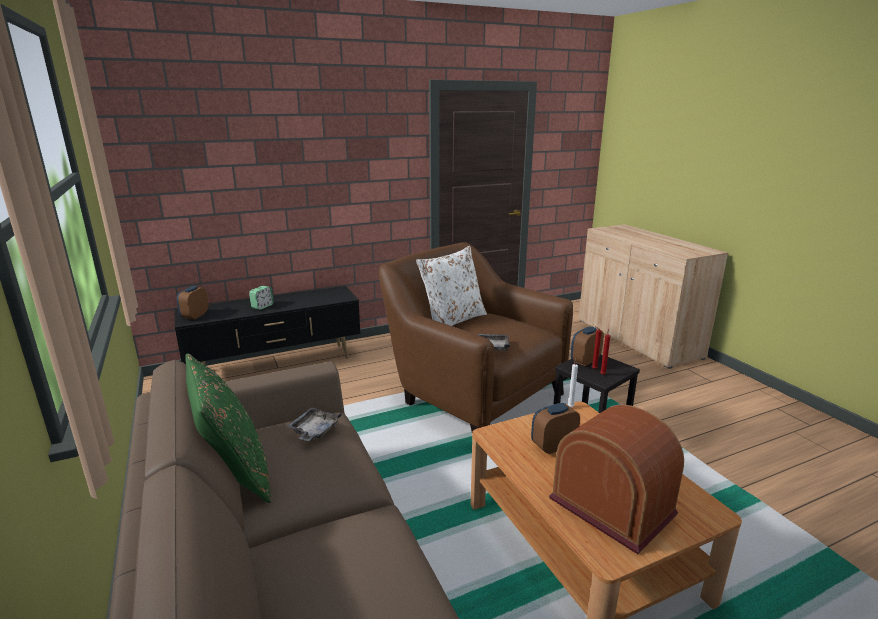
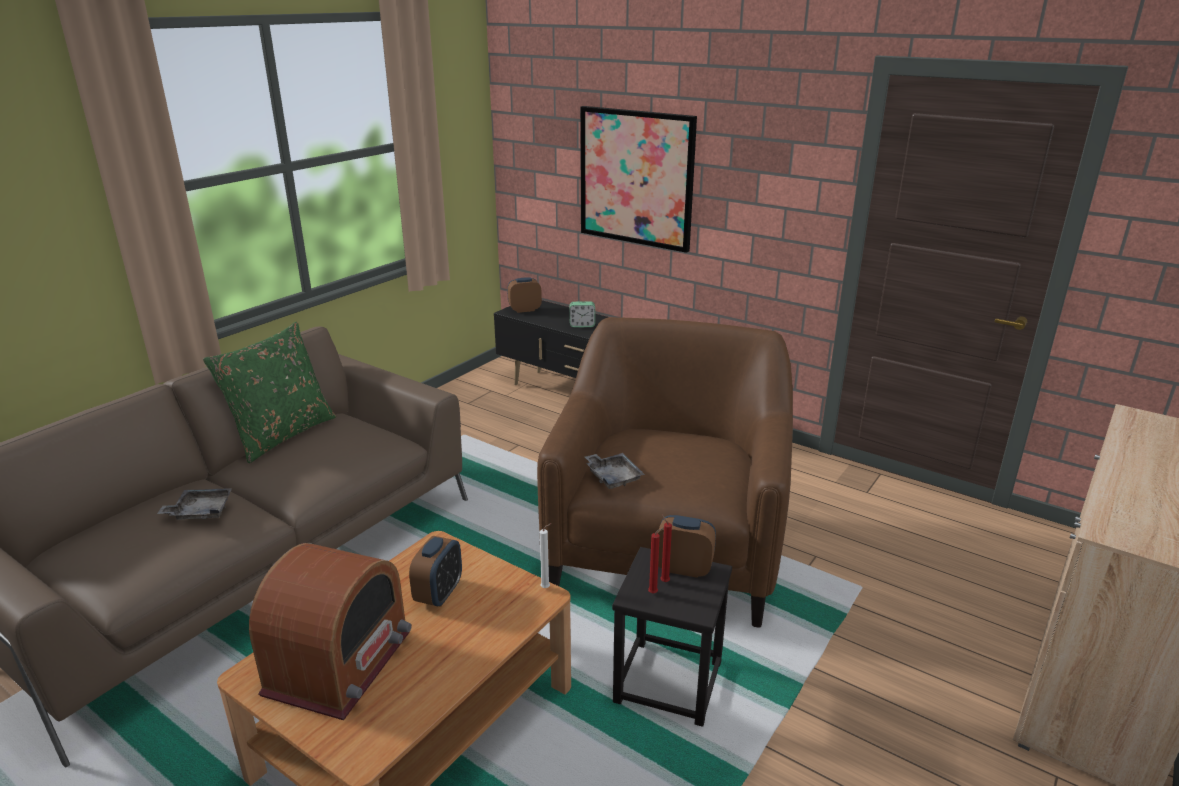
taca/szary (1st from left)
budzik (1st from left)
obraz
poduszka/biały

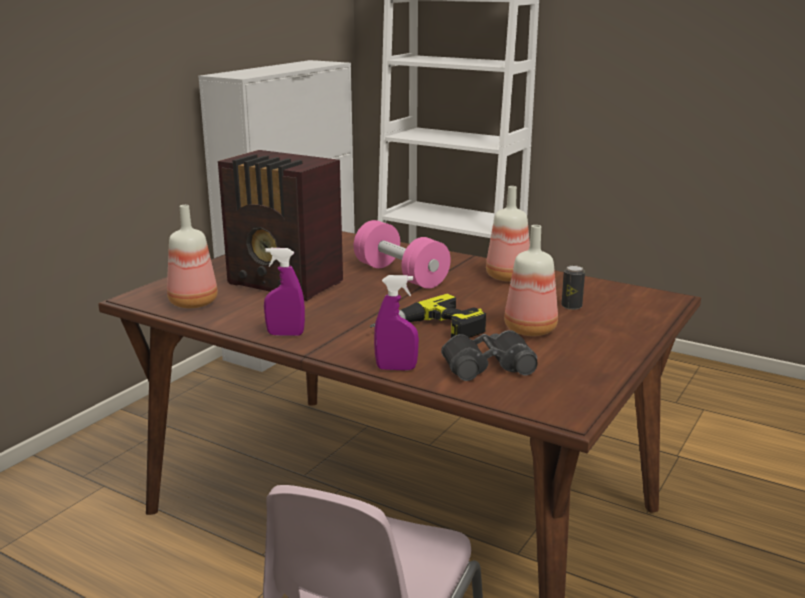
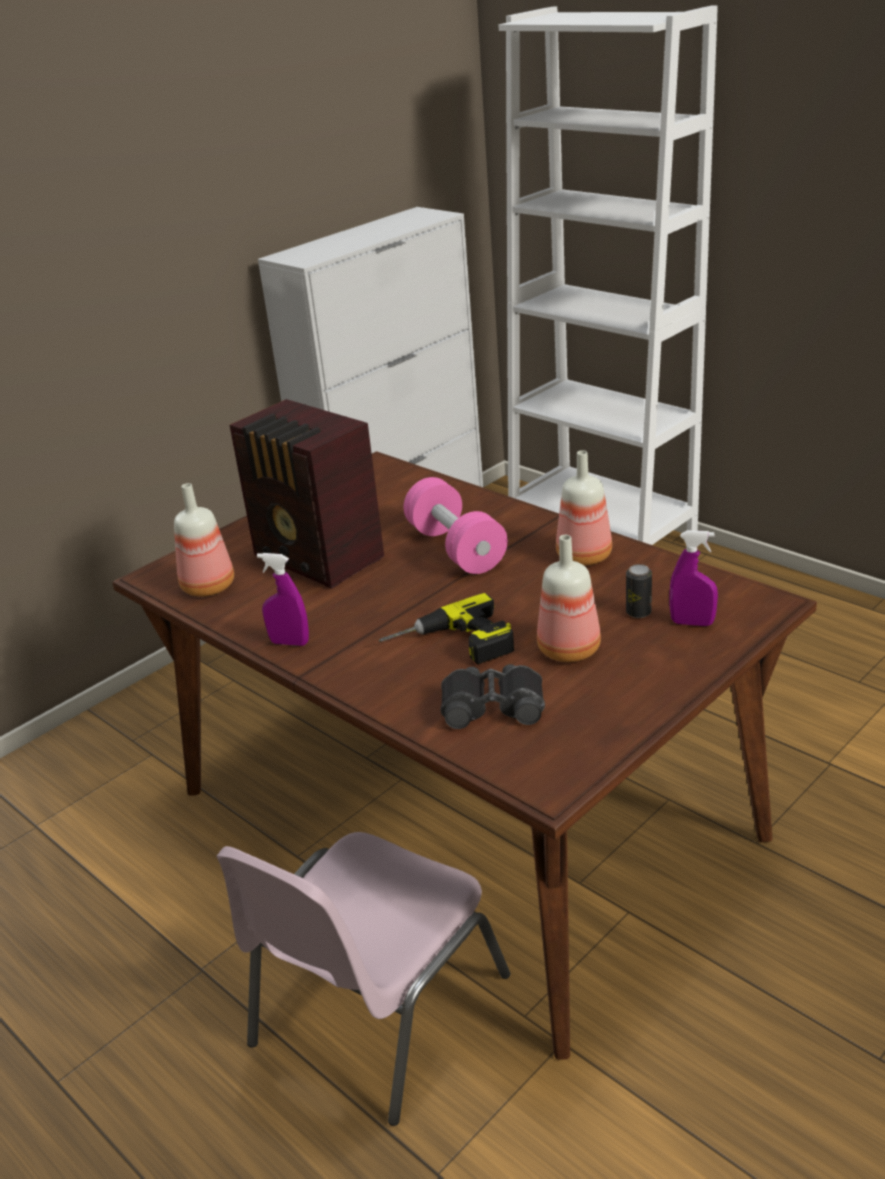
spryskiwacz/fioletowy (2nd from left)

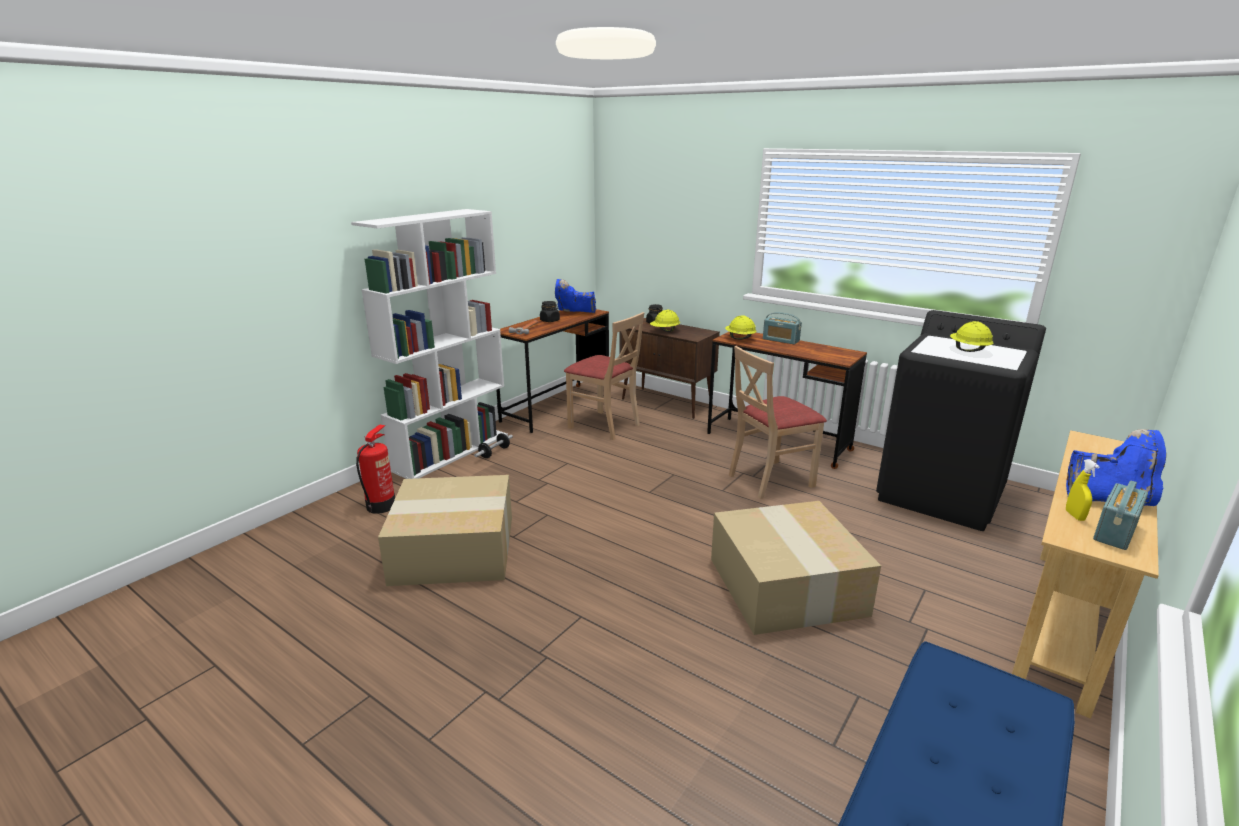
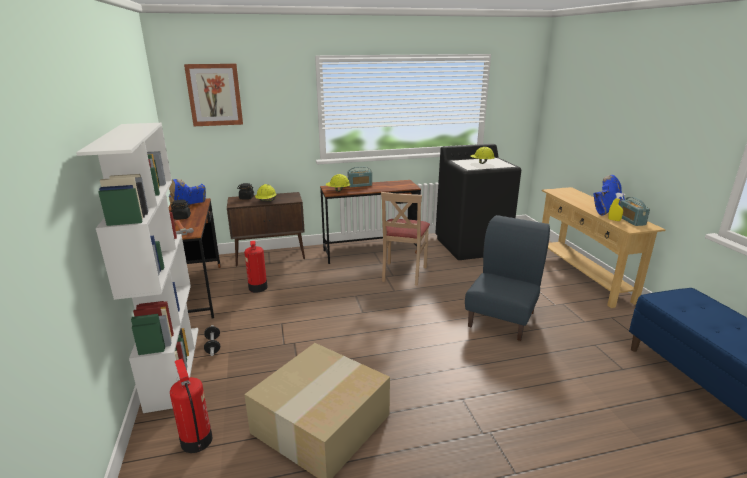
obraz
gaśnica (2nd from left)
krzesło/niebieski

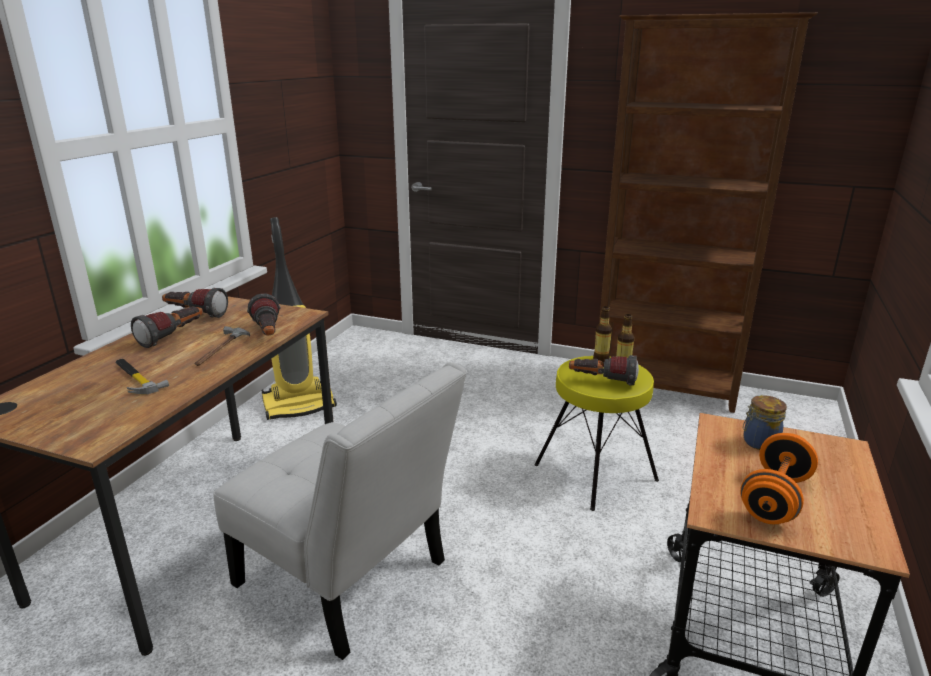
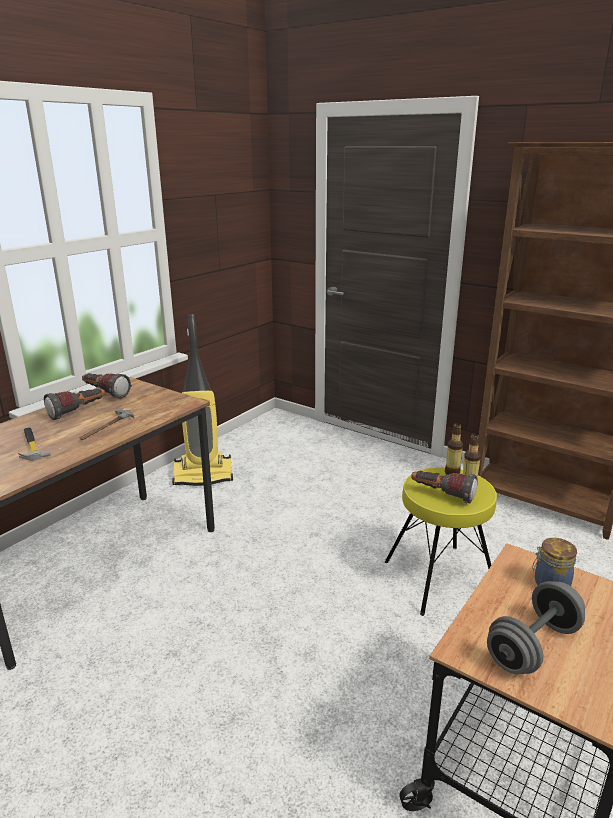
hantel/szary
krzesło/biały
latarka (3rd from left in the first image)

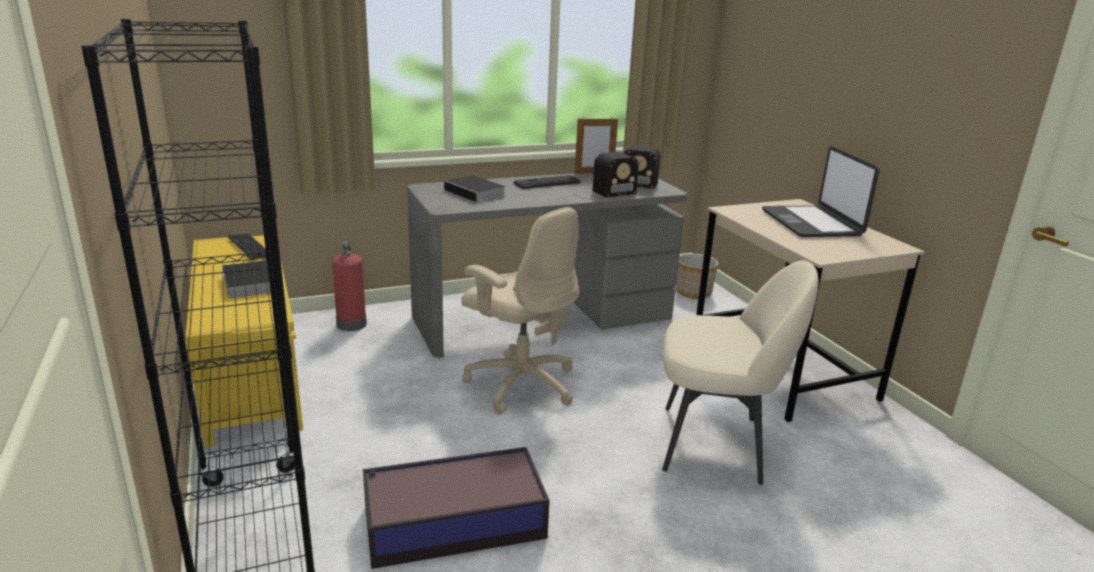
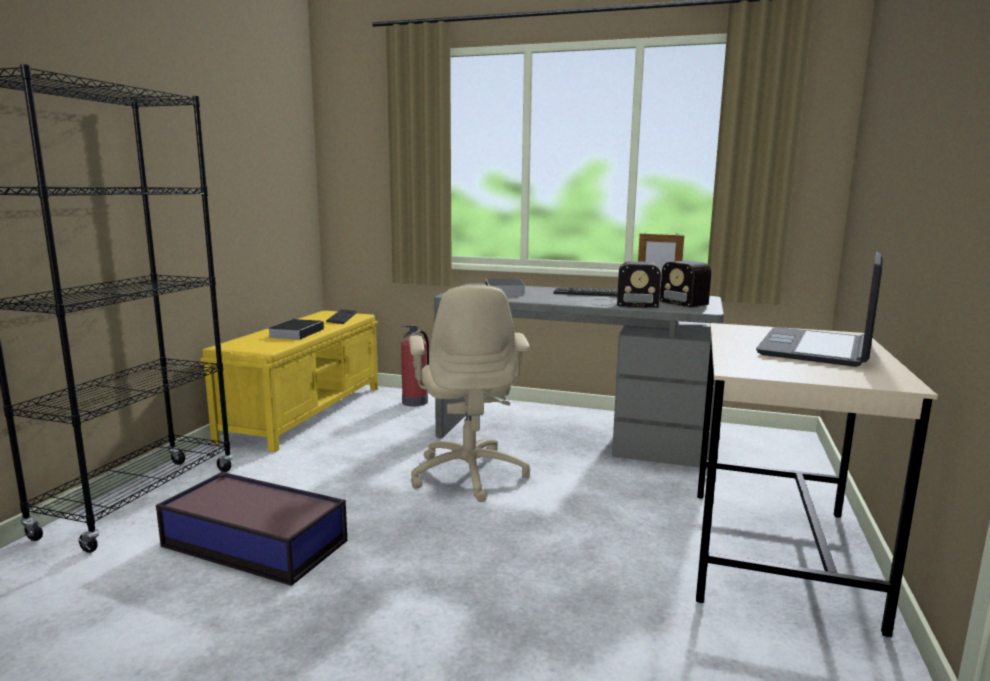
krzesło/beżowy
donica

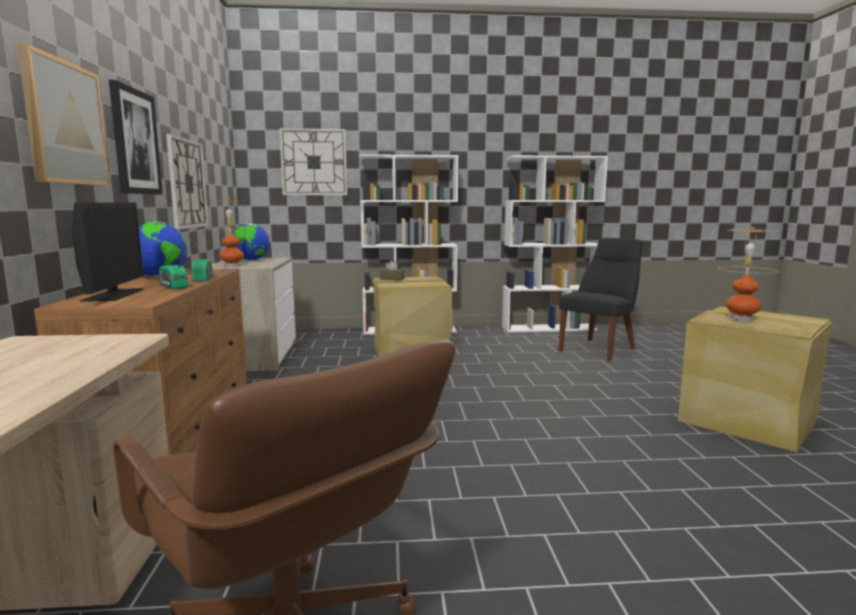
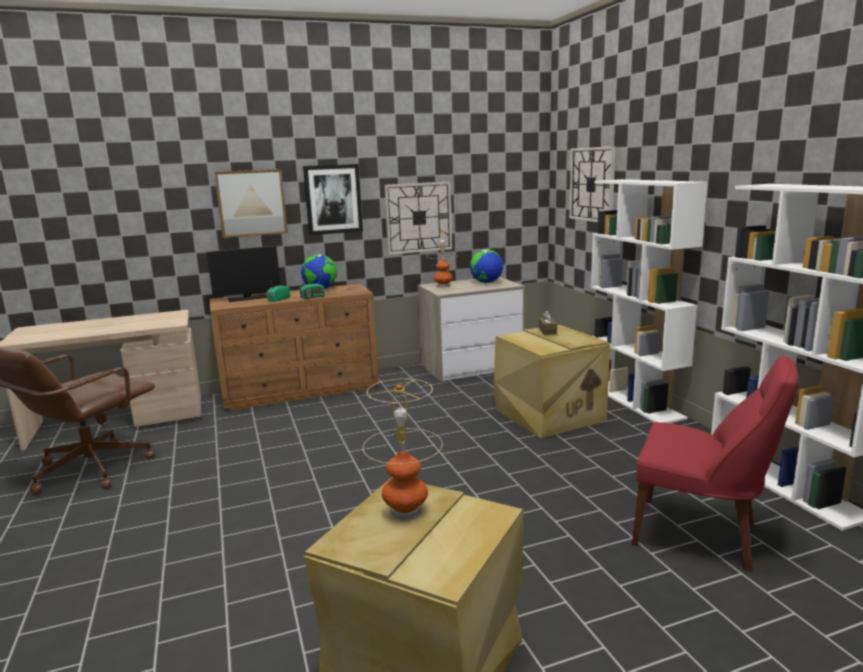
krzesło/czerwony

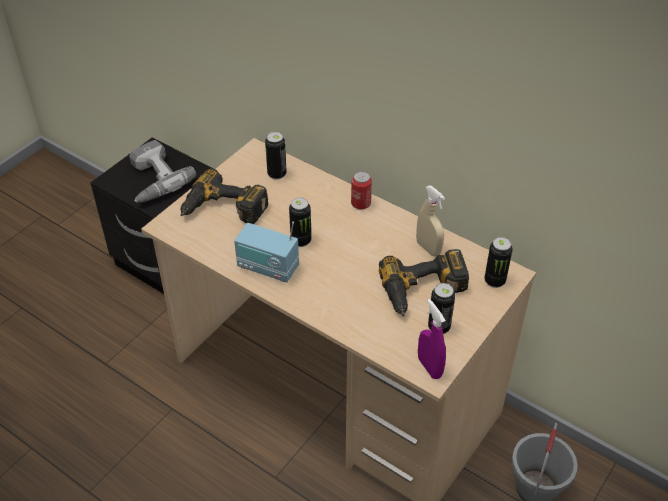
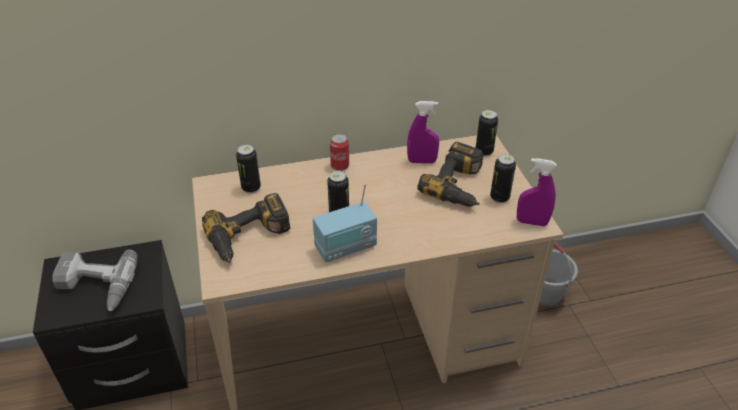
spryskiwacz/fioletowy (1st from left)

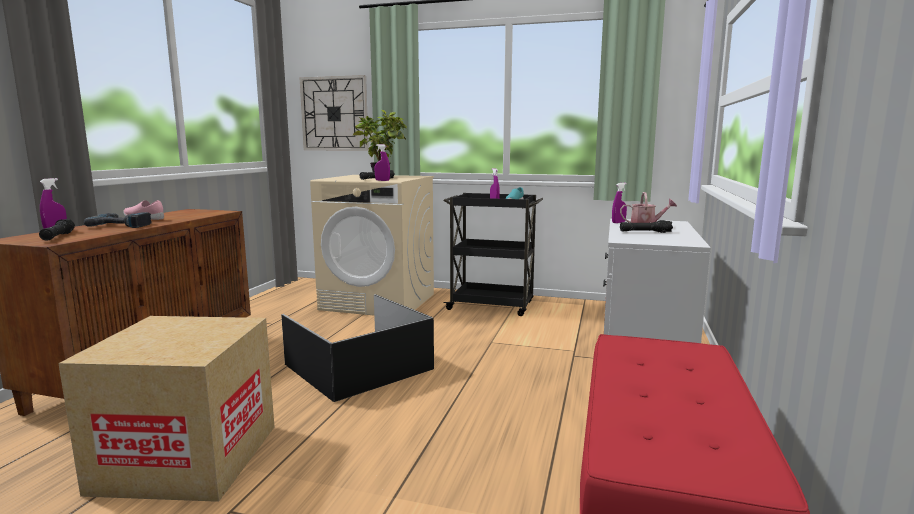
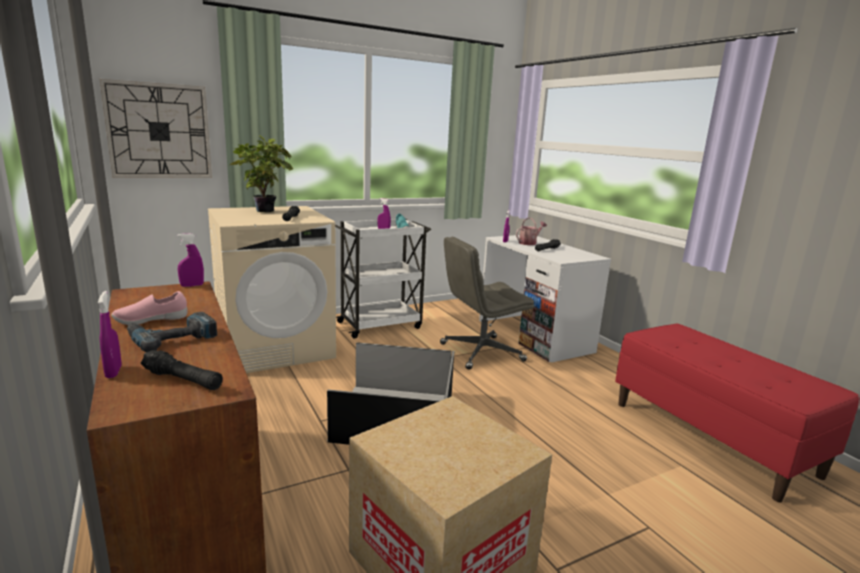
spryskiwacz/fioletowy (2nd from left)
wózek/biały
krzesło biurowe/szary

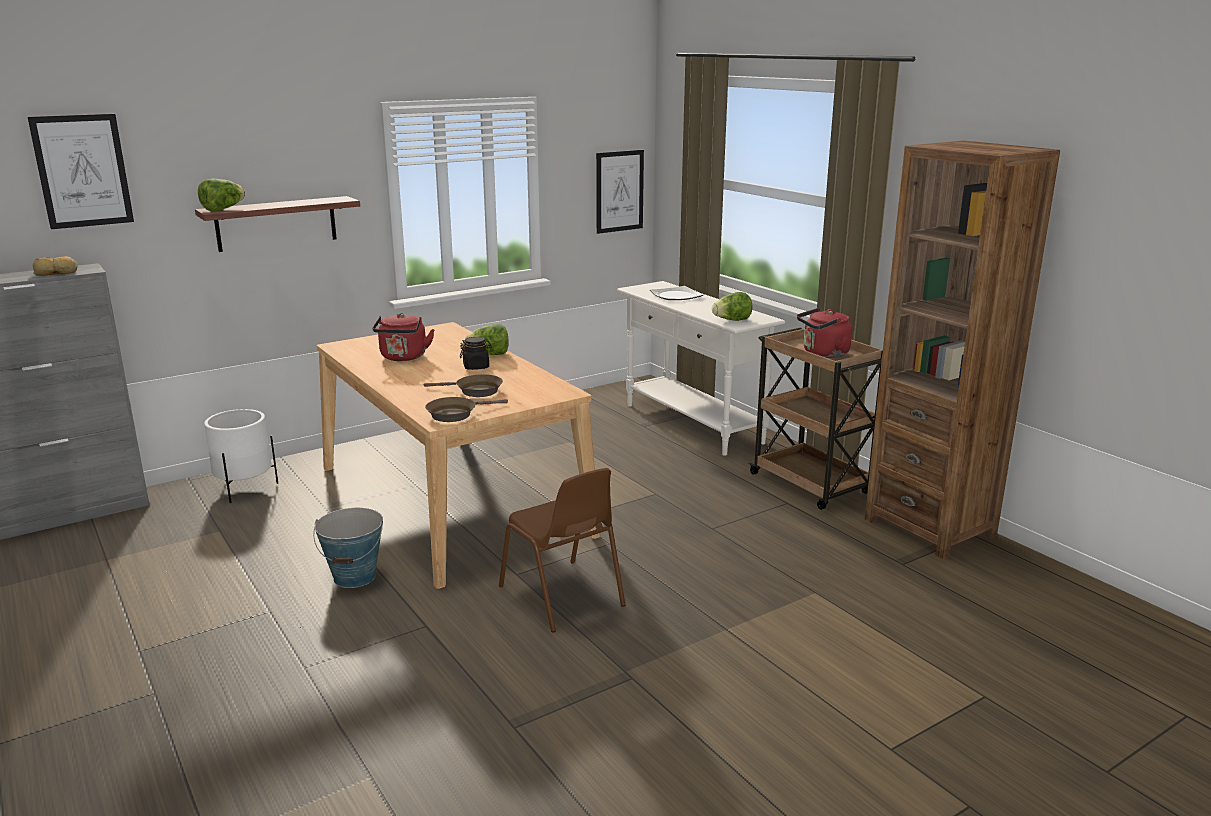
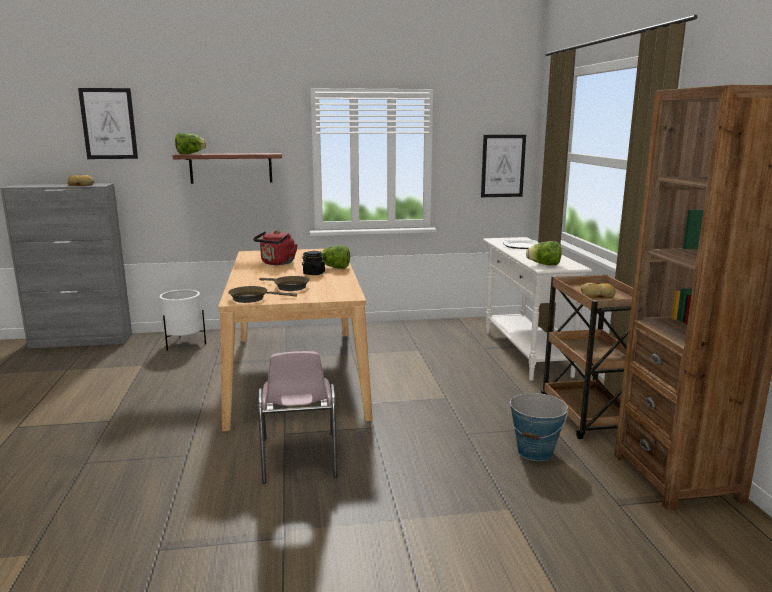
krzesło/różowy
wiadro
chleb (2nd from left)

